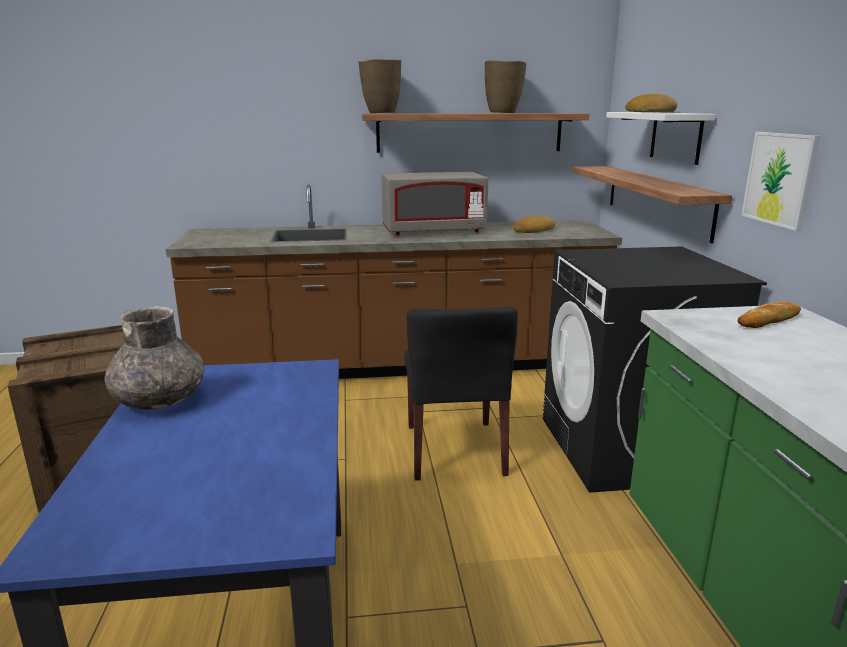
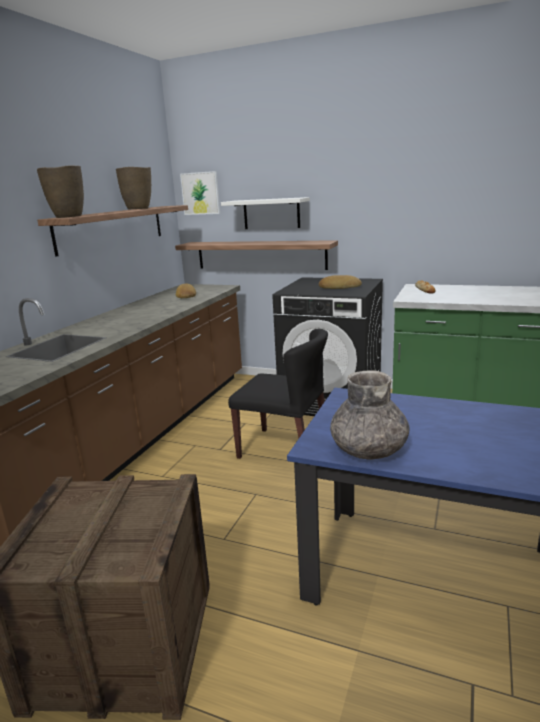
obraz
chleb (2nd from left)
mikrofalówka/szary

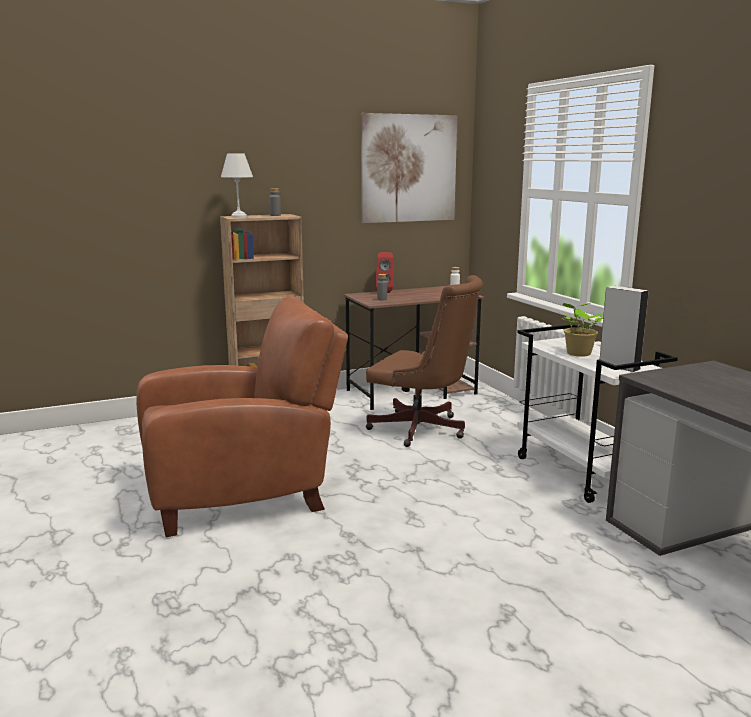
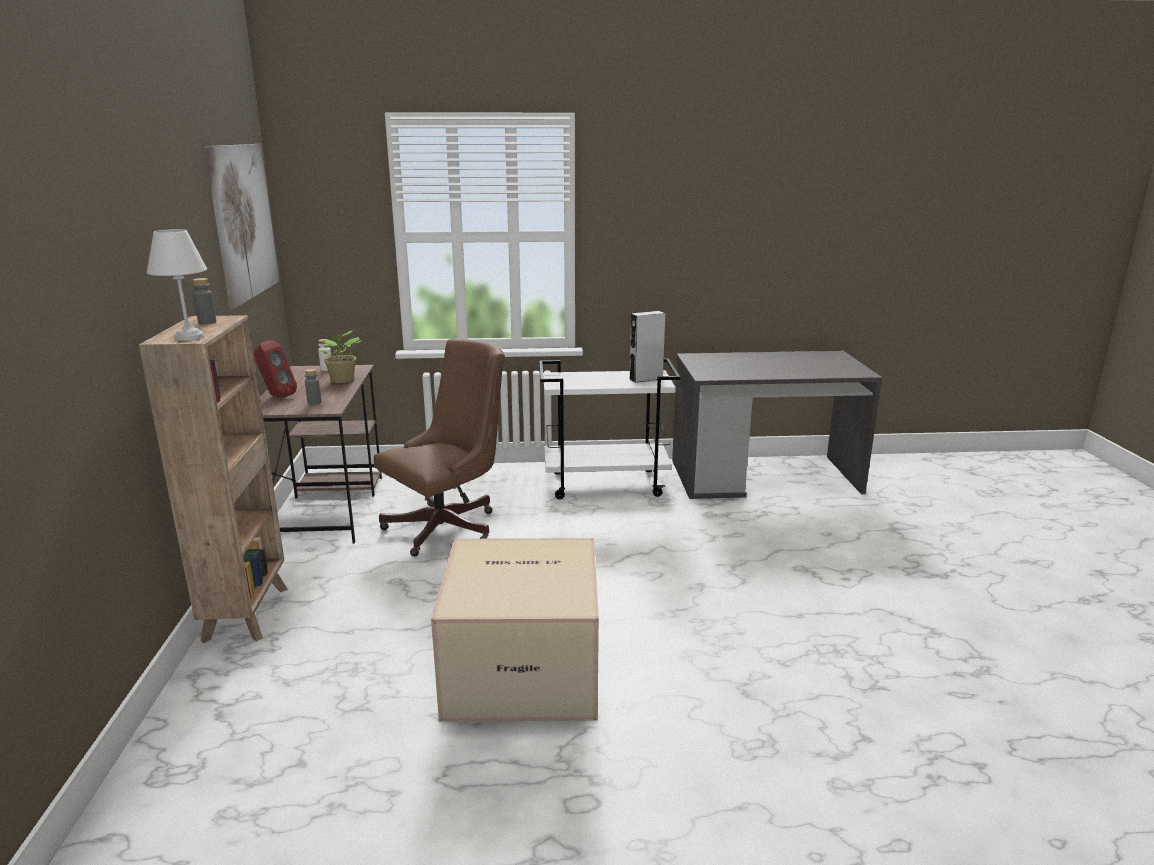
roślina doniczkowa
karton

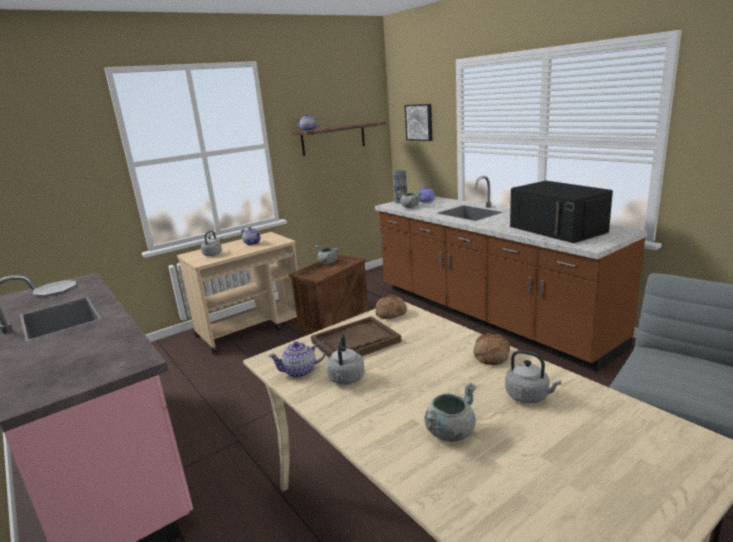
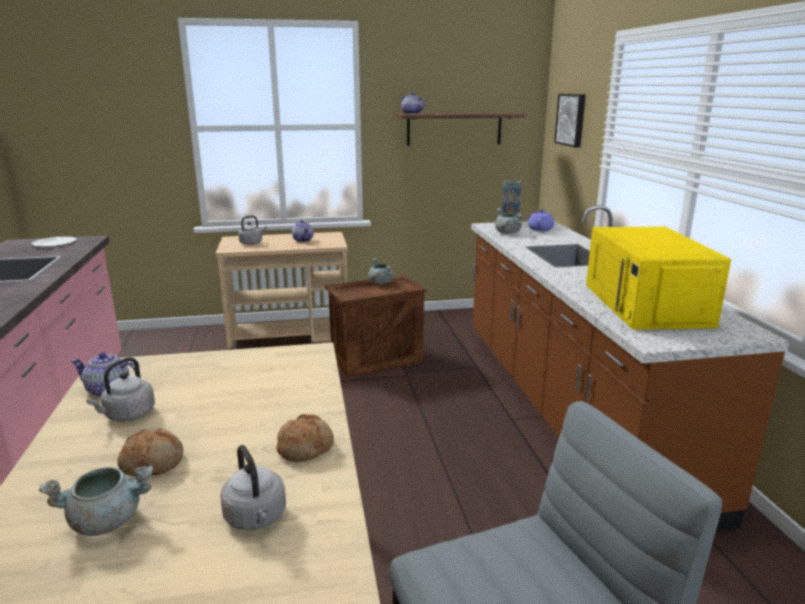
chleb (1st from left)
mikrofalówka/żółty
taca/brązowy

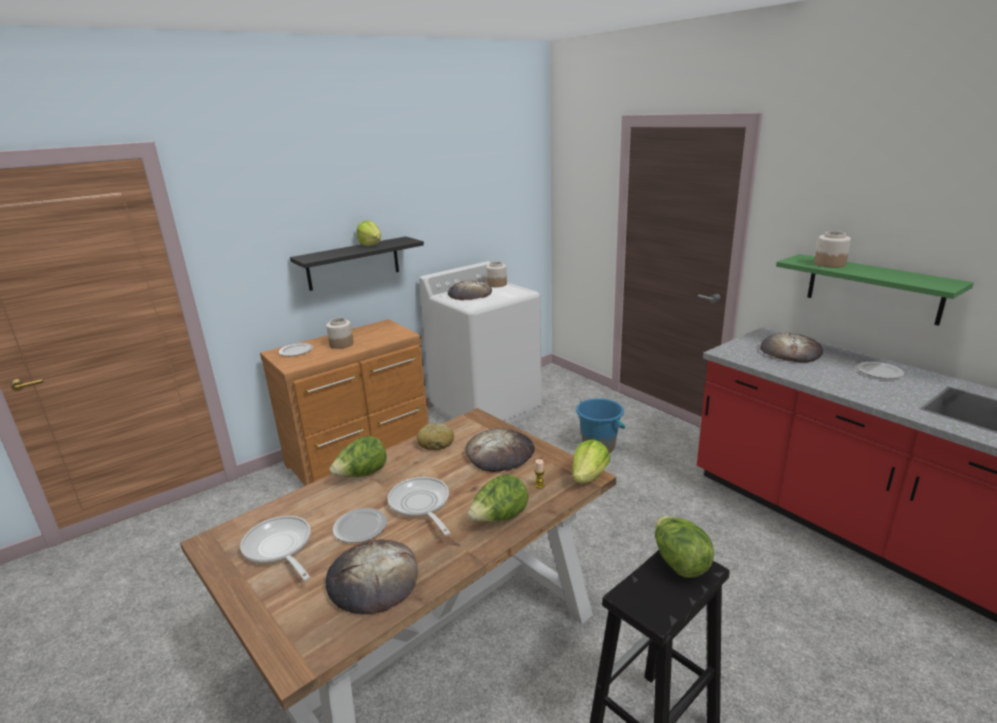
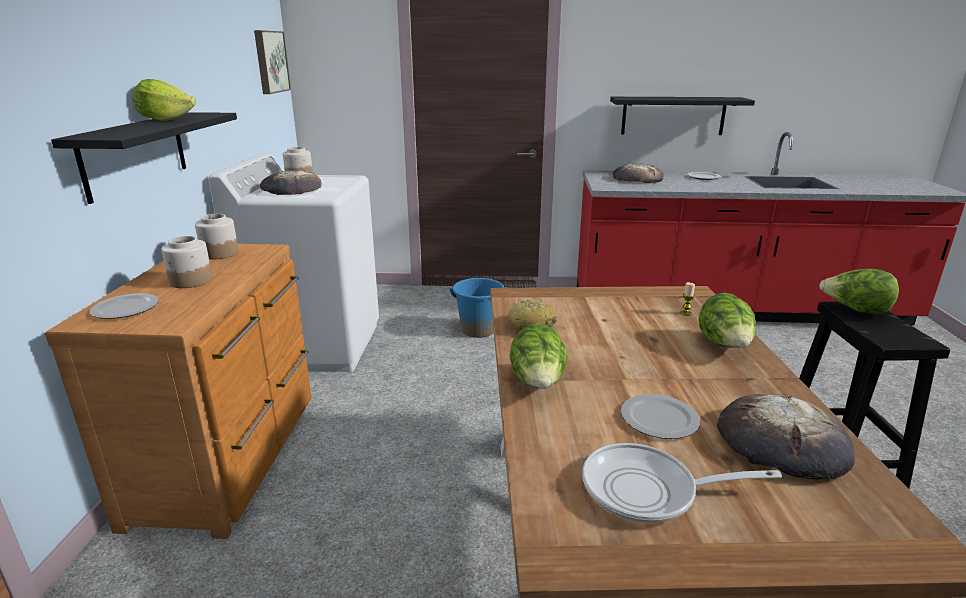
słoik (2nd from left)
obraz
półka/czarny (2nd from left)
patelnia (2nd from left in the first image)
chleb (4th from left in the first image)
sałata (4th from left in the first image)

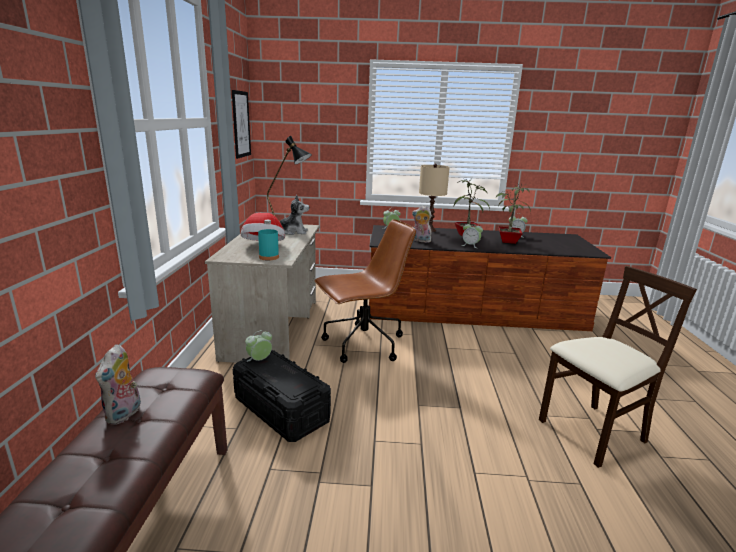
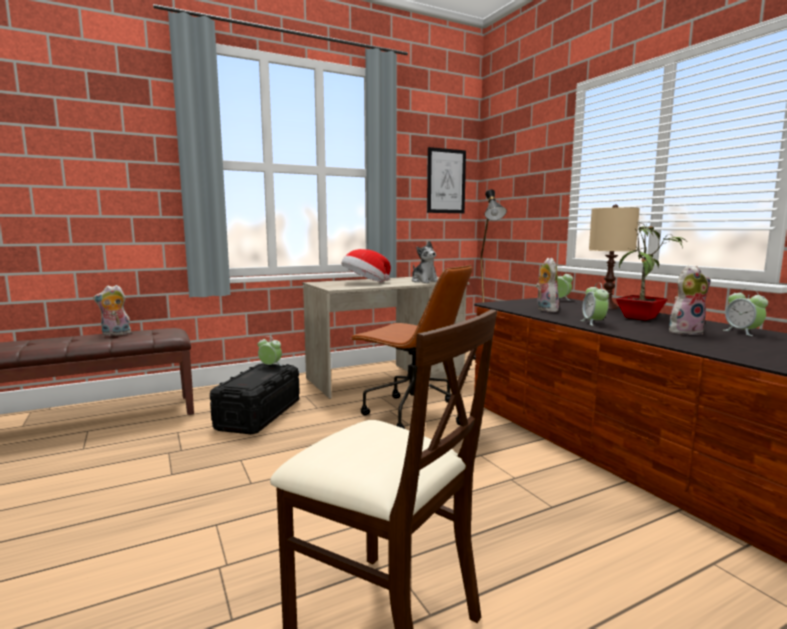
pluszak (4th from left)
butelka/turkusowy

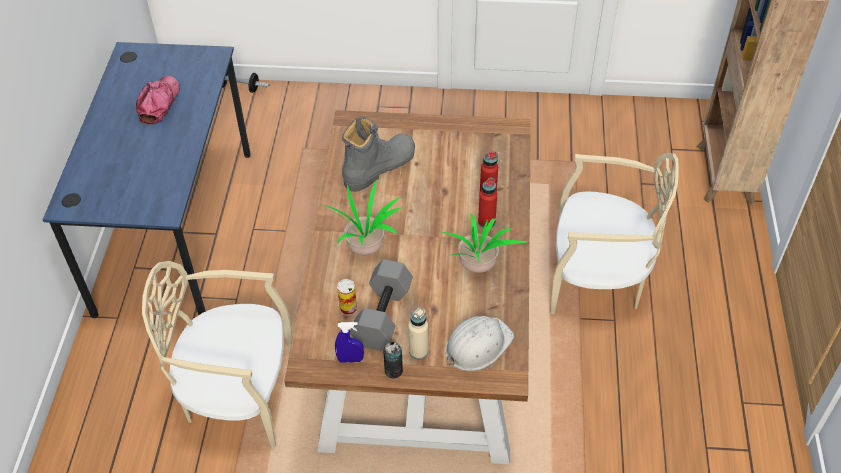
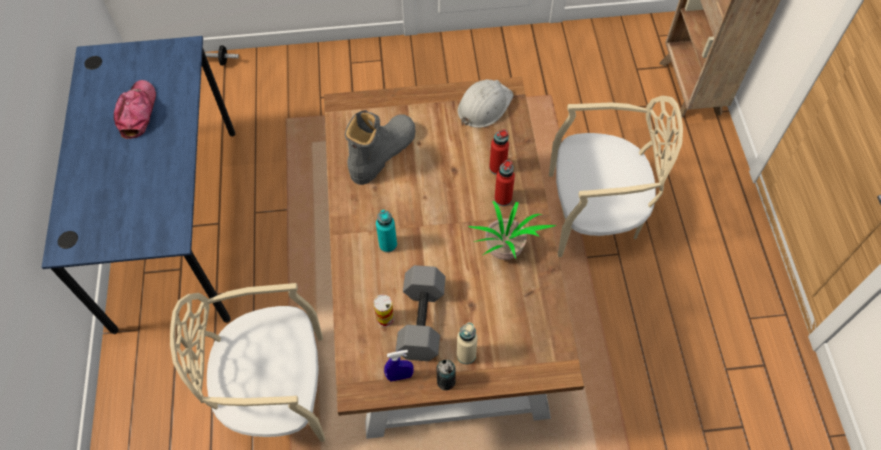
butelka/turkusowy
kask/biały

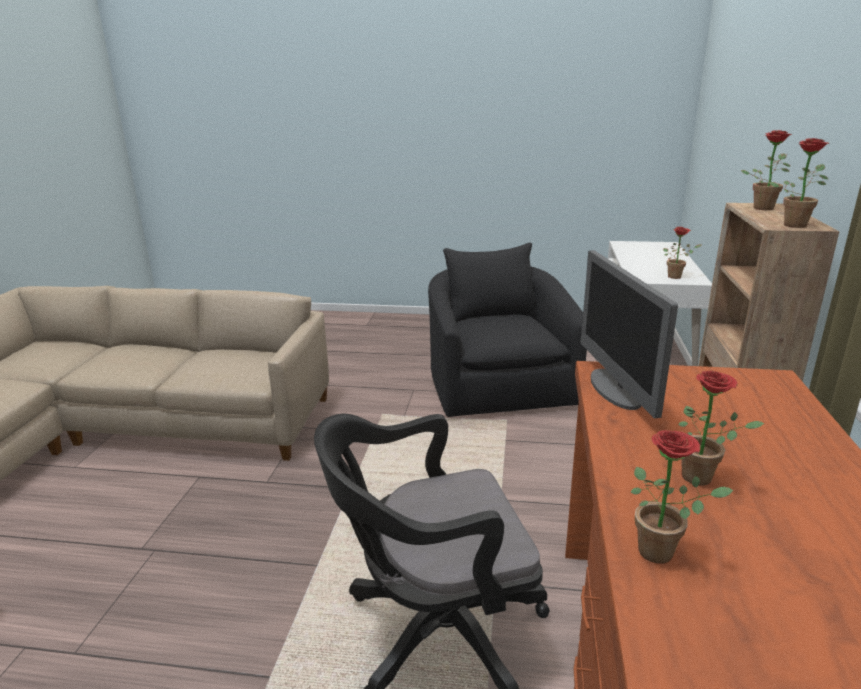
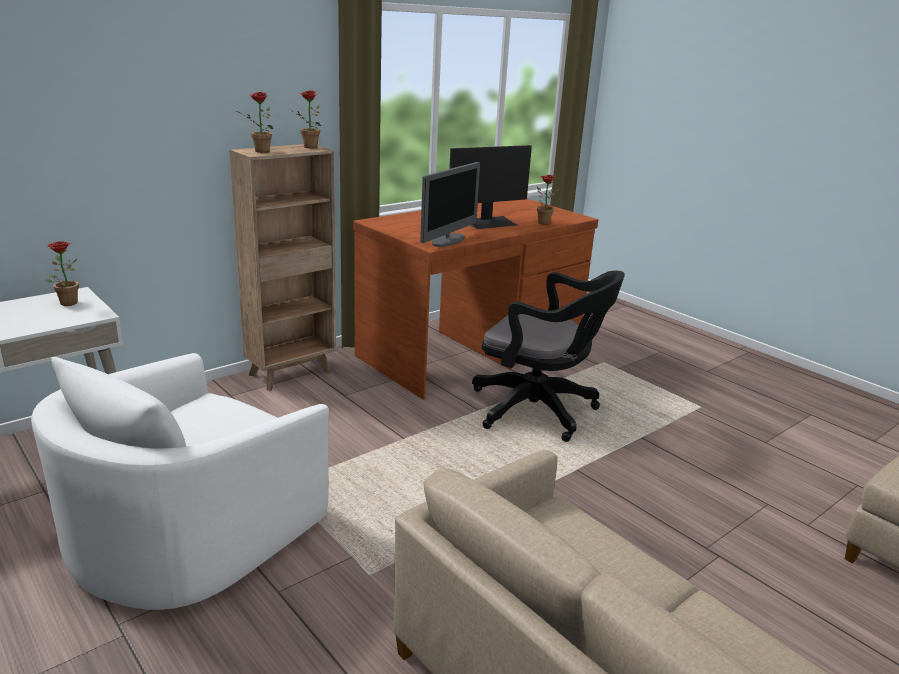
fotel/biały
monitor (2nd from left)

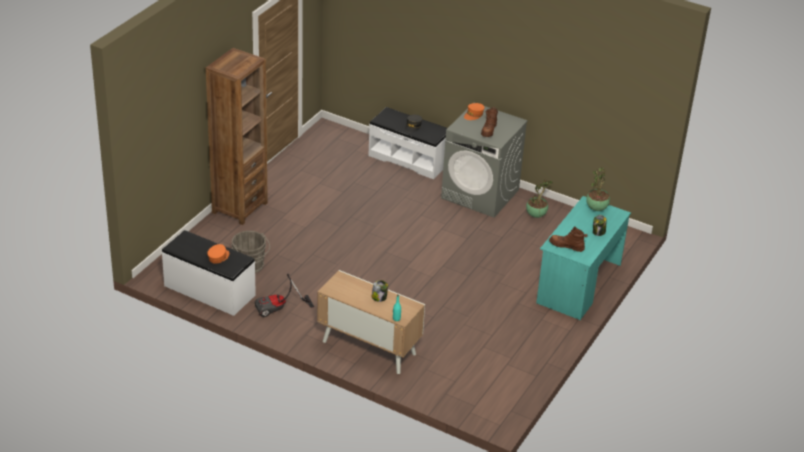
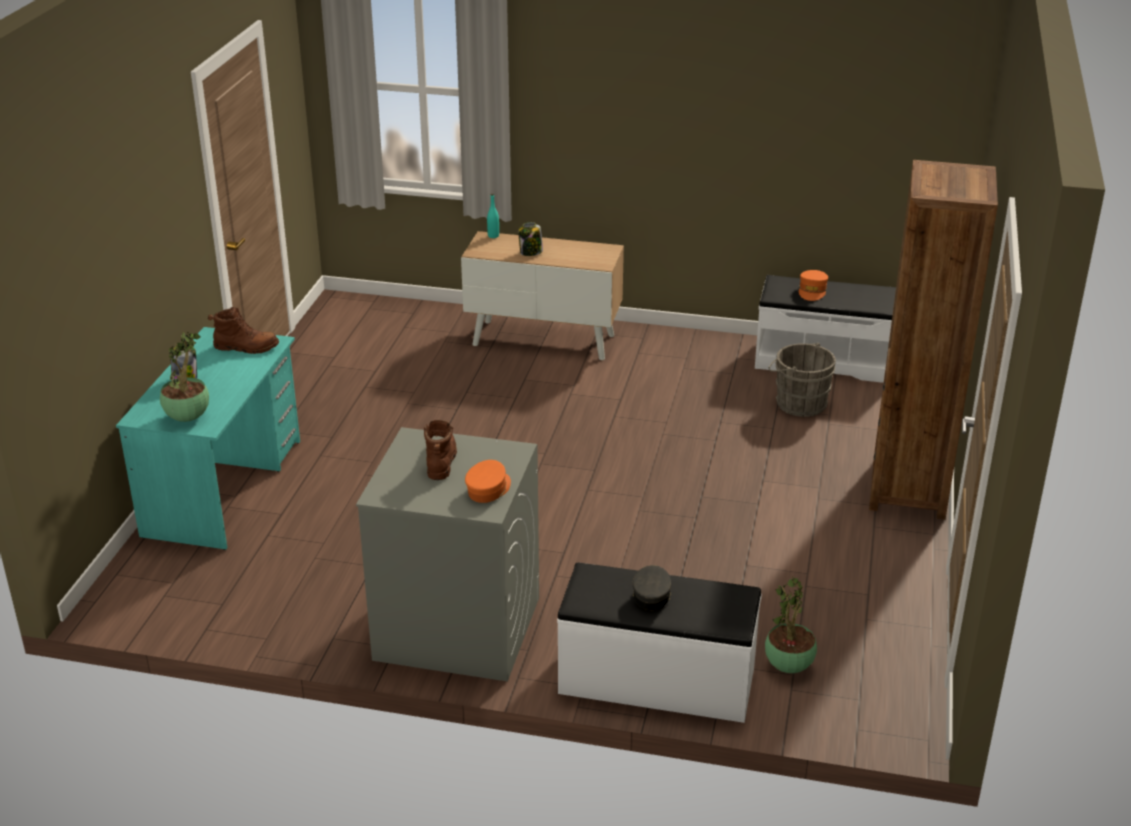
roślina doniczkowa (2nd from left)
odkurzacz

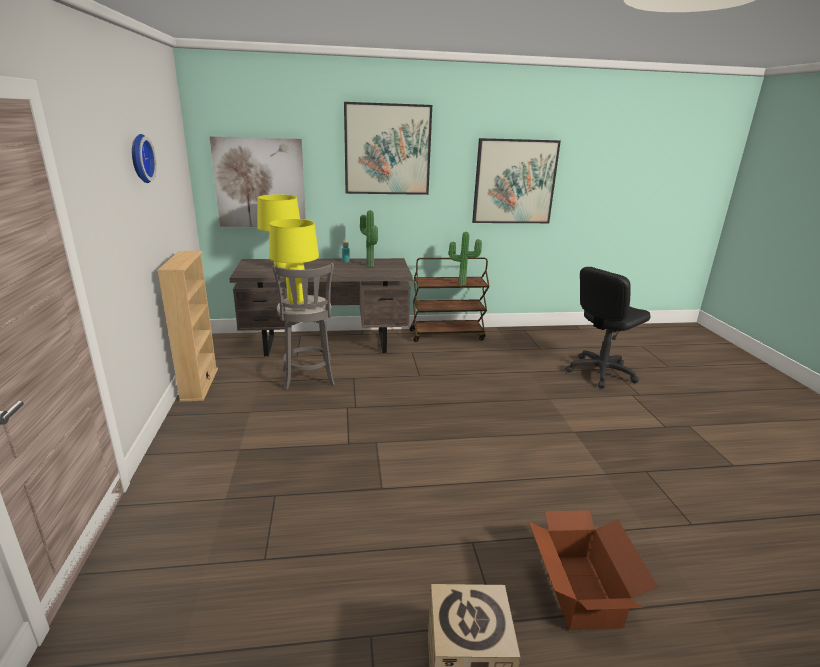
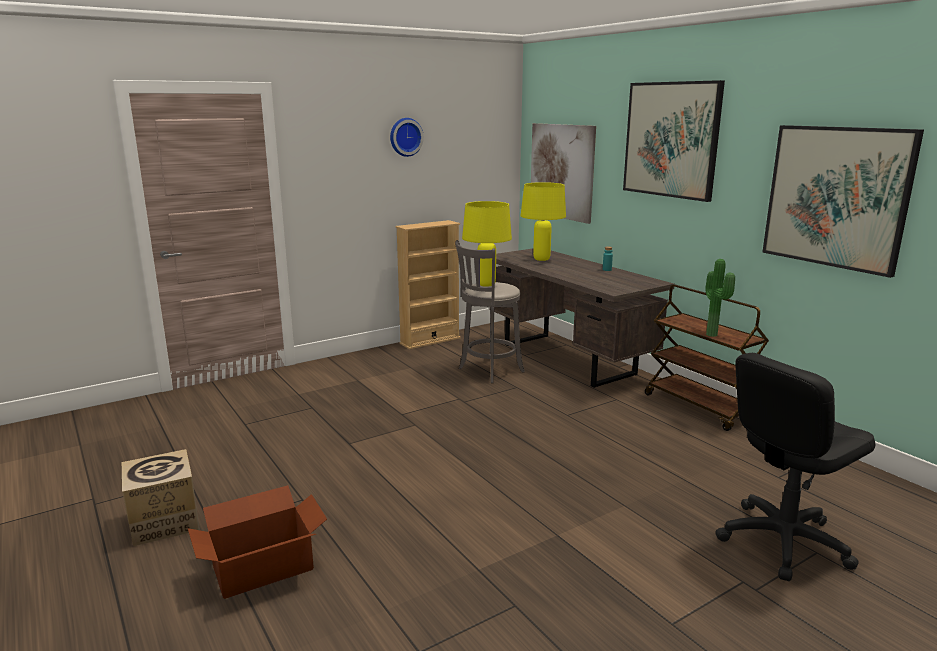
krzesło biurowe/czarny
roślina doniczkowa (1st from left in the first image)

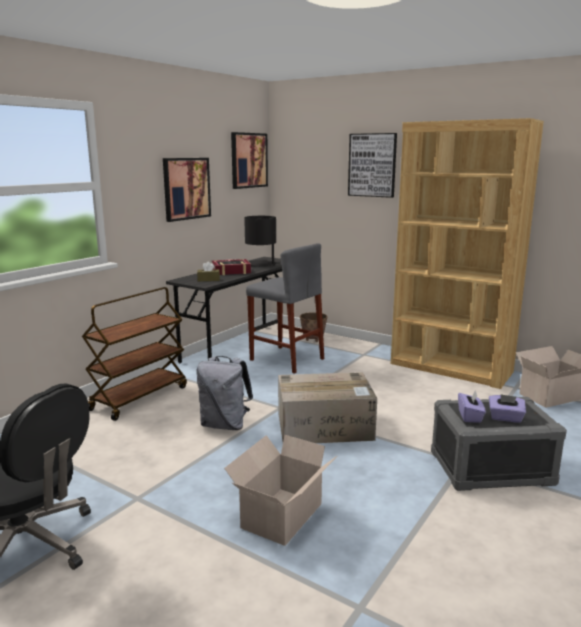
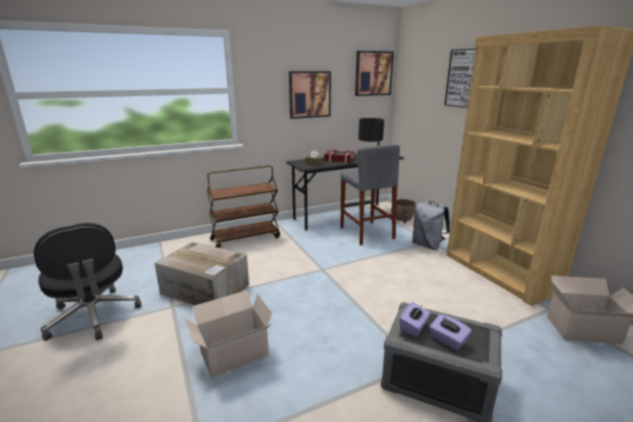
karton (1st from left)
plecak/szary

